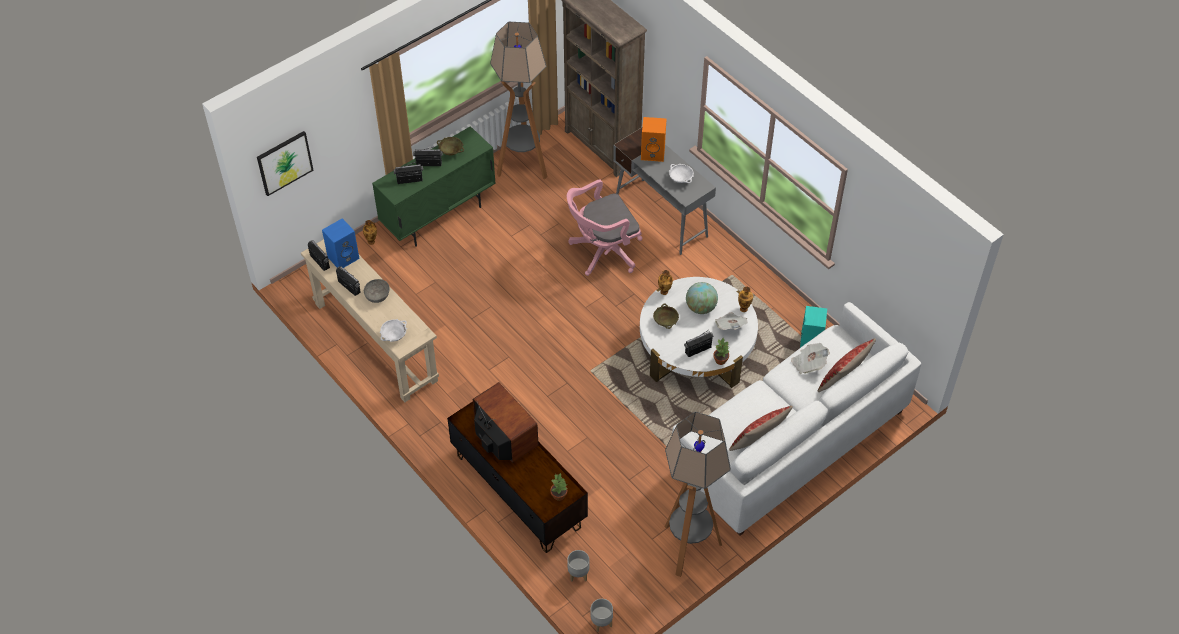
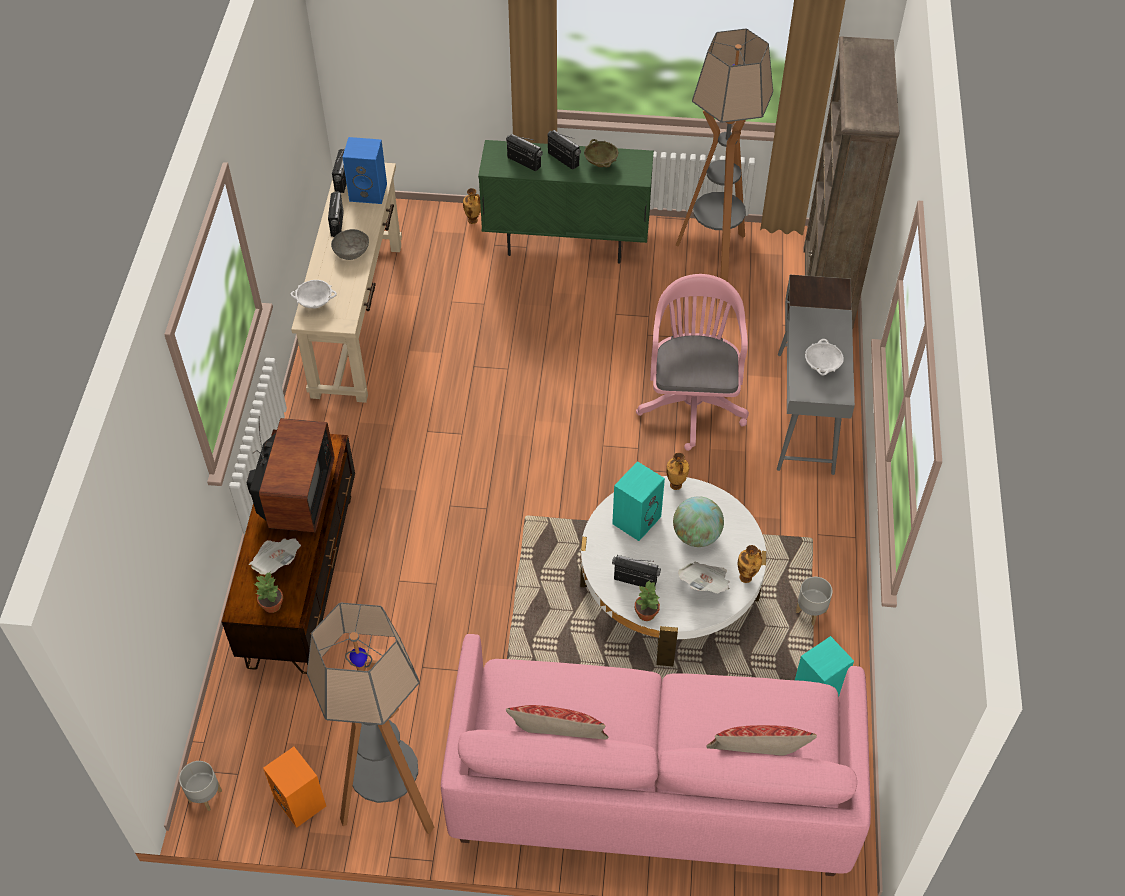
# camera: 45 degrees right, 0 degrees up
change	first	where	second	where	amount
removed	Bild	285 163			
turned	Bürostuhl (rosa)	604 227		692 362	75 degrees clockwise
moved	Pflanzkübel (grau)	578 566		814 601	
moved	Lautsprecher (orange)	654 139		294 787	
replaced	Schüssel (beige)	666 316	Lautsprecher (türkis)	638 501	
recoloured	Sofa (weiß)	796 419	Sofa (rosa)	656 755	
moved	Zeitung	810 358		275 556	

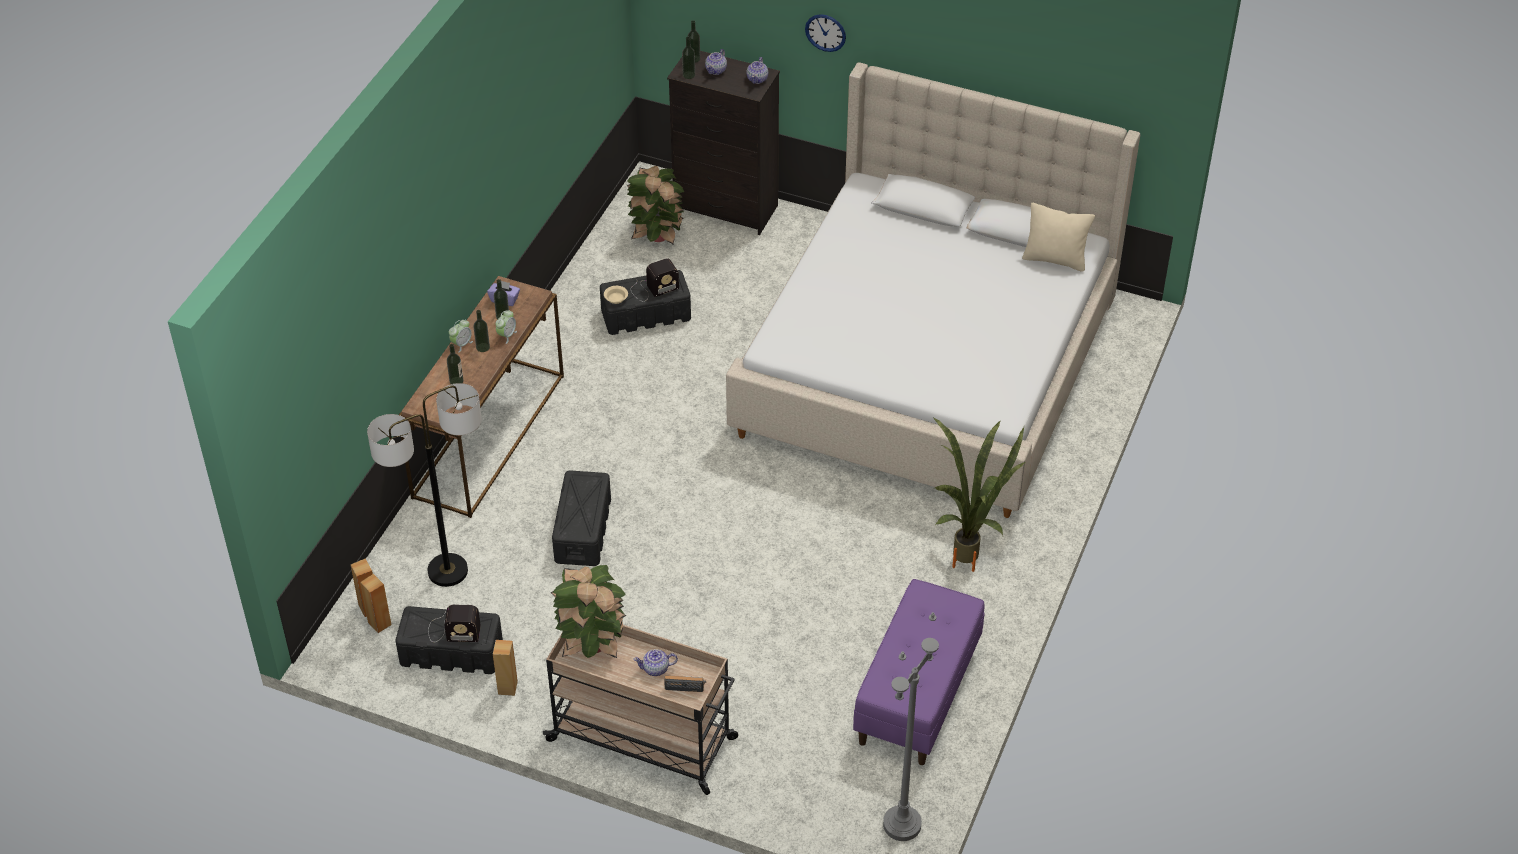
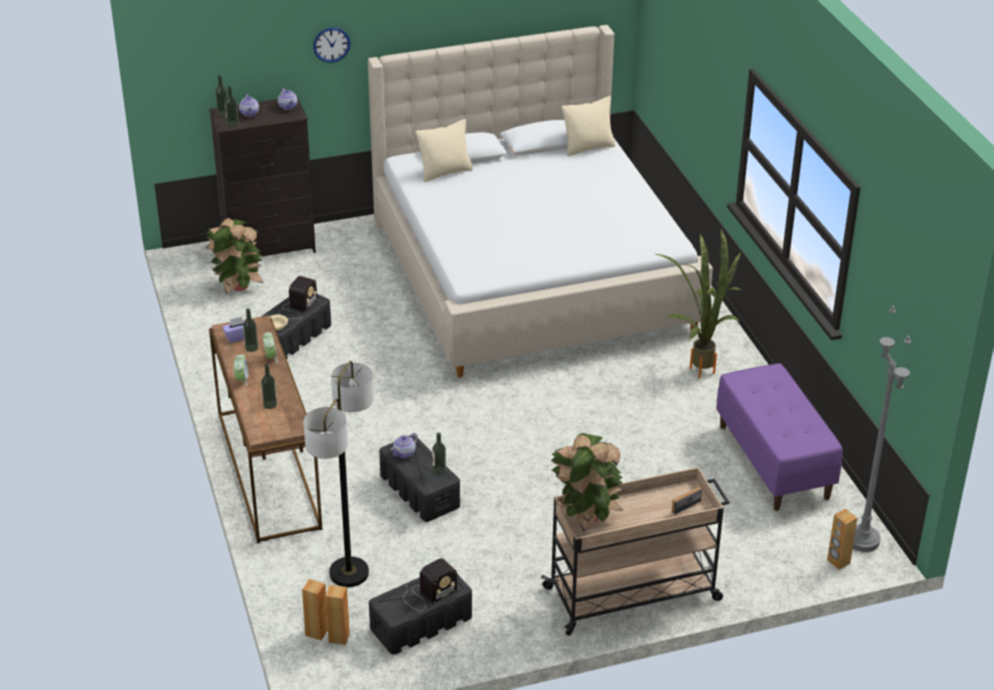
# camera: 40 degrees left, 10 degrees down
change	first	where	second	where	amount
moved	Flasche	481 331		439 453	
moved	Lautsprecher (braun)	505 668		842 539	
moved	Teekanne	655 662		404 445	
added			Kissen (beige)	444 150	

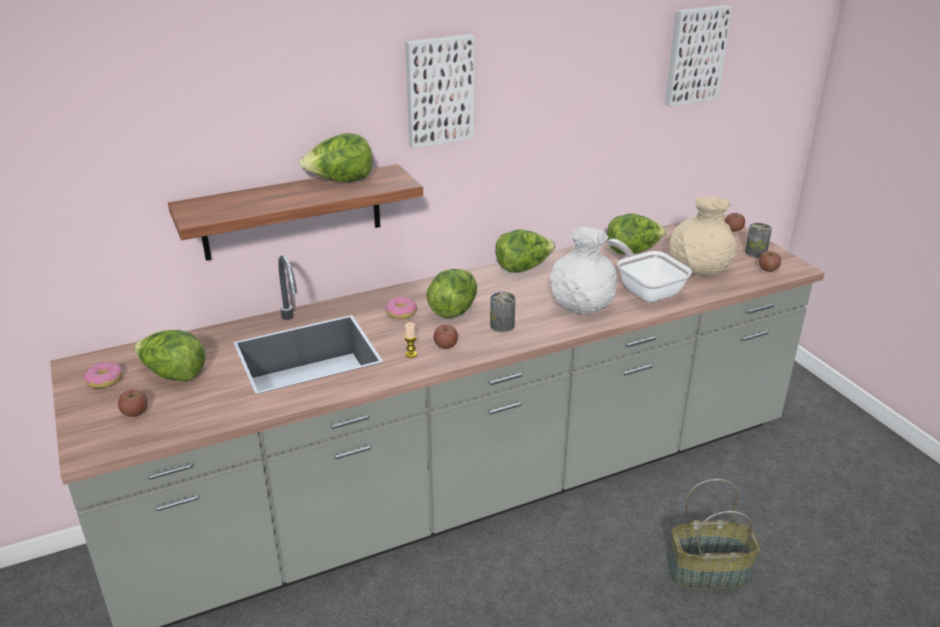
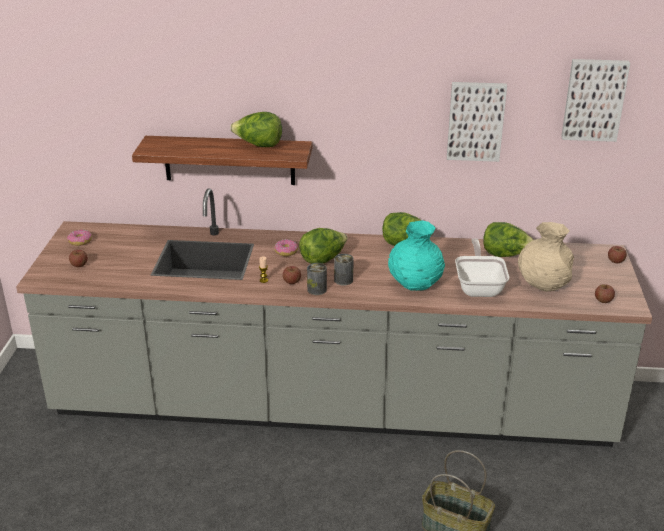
# camera: 30 degrees right, 0 degrees up
change	first	where	second	where	amount
removed	Salatkopf	169 356			
moved	Bild	440 91		477 122	
recoloured	Vase (weiß)	584 271	Vase (türkis)	416 255	
moved	Dose	758 240		317 279	

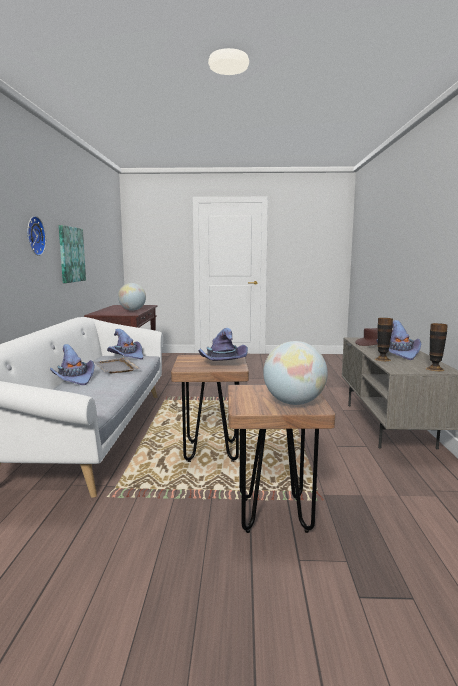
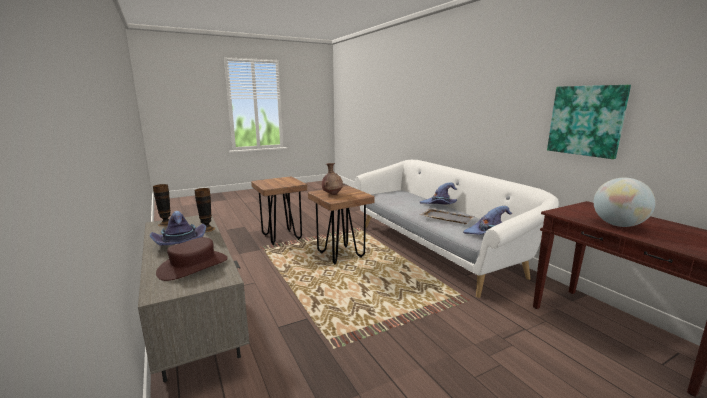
# camera: 150 degrees right, 5 degrees up
change	first	where	second	where	amount
removed	Wanduhr	36 236			
replaced	Hut (lila)	223 344	Vase (braun)	332 179	
removed	Globus	295 373			

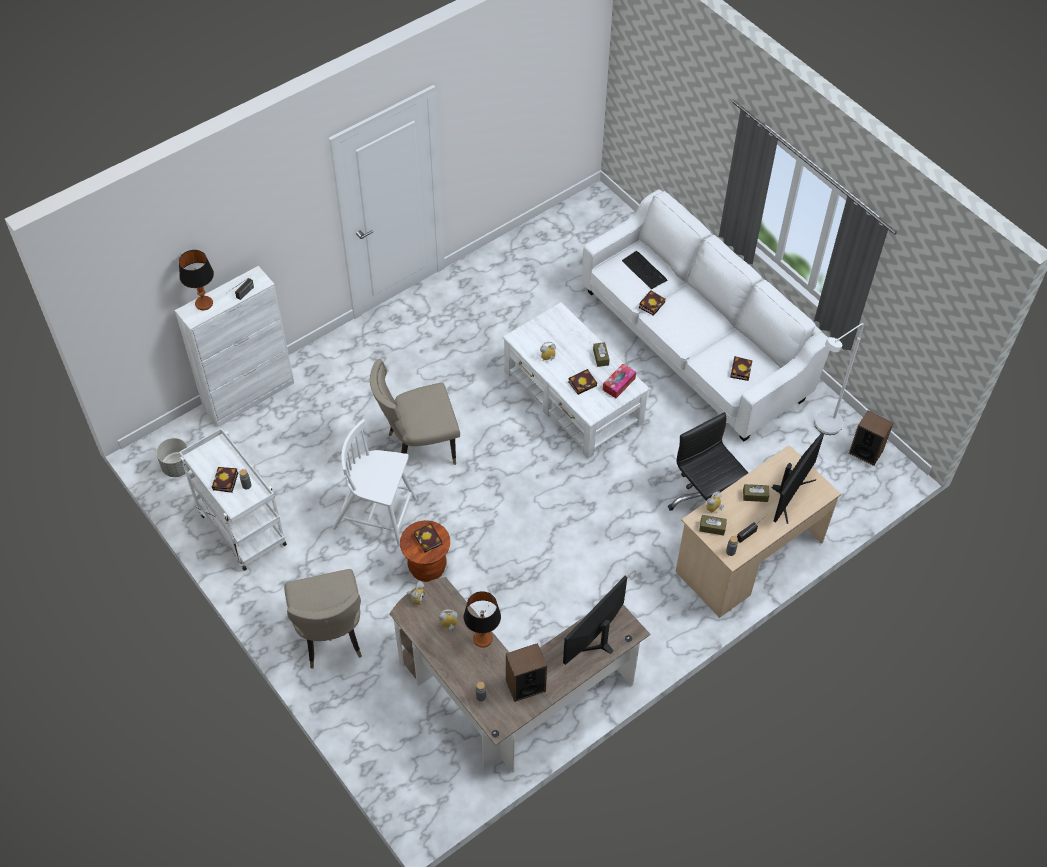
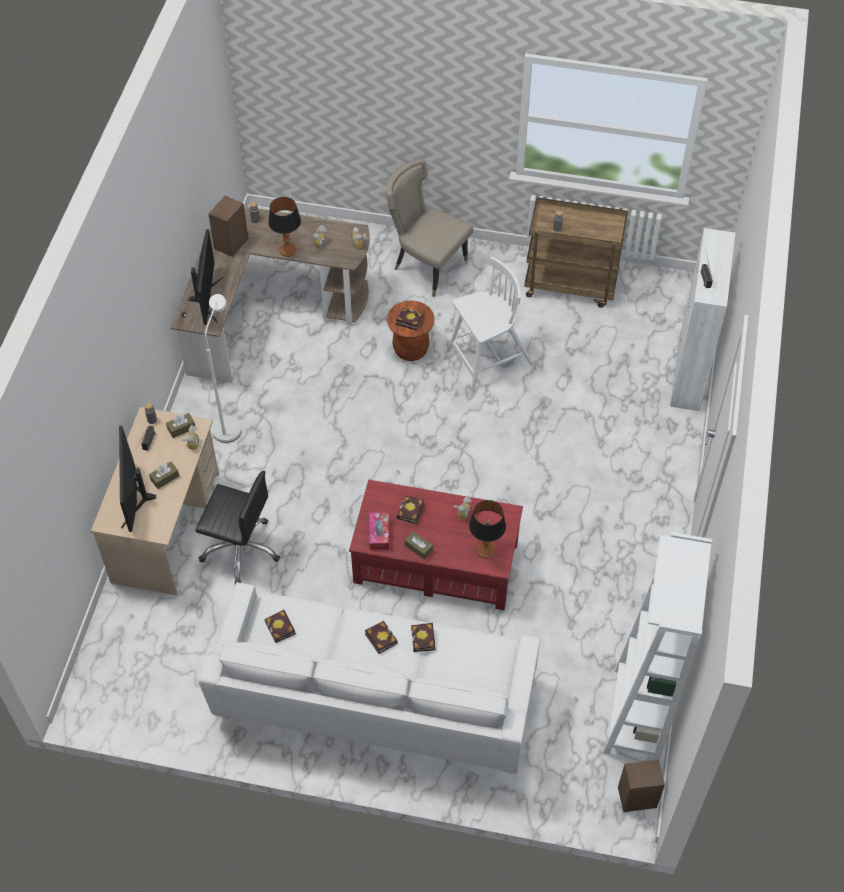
# camera: 140 degrees right, 0 degrees up
change	first	where	second	where	amount
removed	Pflanzkübel (grau)	173 457			
moved	Tischlampe	196 280		487 529	
recoloured	Rollwagen (weiß)	233 499	Rollwagen (braun)	576 252	
moved	Buch	225 480		381 637	
removed	Stuhl (beige)	415 412			
recoloured	Couchtisch (weiß)	576 380	Couchtisch (rot)	436 544	
removed	Tastatur	645 270			
moved	Stehlampe (weiß)	839 379		223 368	
moved	Lautsprecher	871 438		641 786	
added			Bücherregal (weiß)	657 646	

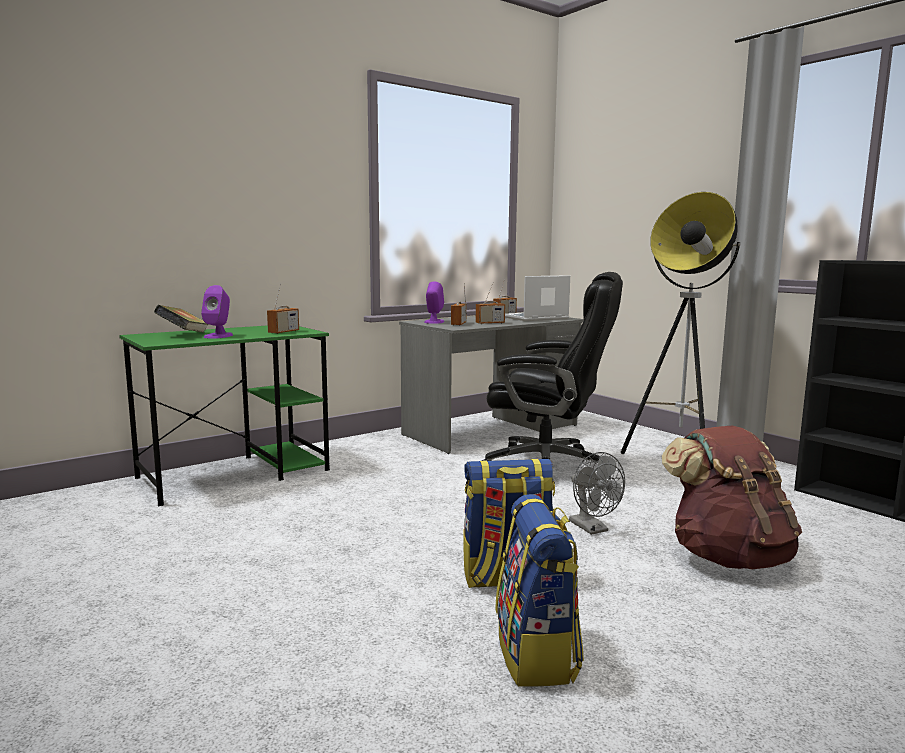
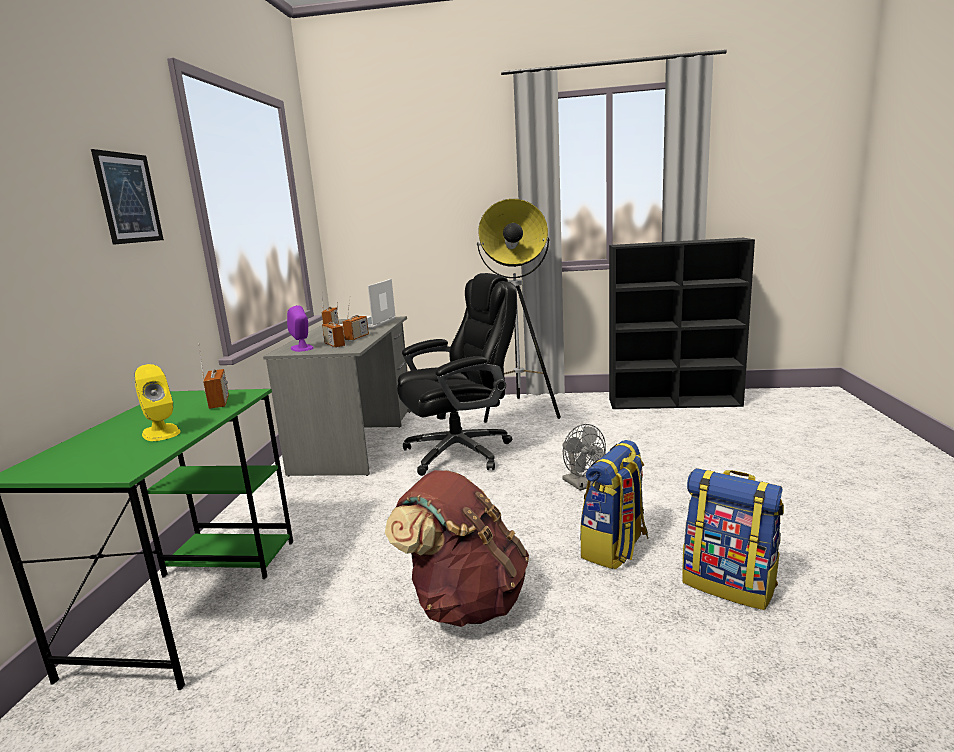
# camera: 45 degrees left, 5 degrees up
change	first	where	second	where	amount
removed	Buch	181 319			
recoloured	Lautsprecher (lila)	217 312	Lautsprecher (gelb)	157 402	
turned	Ventilator (grau)	597 493		584 457	45 degrees clockwise
moved	Rucksack (braun)	732 497		457 548	
added			Bild	127 197	

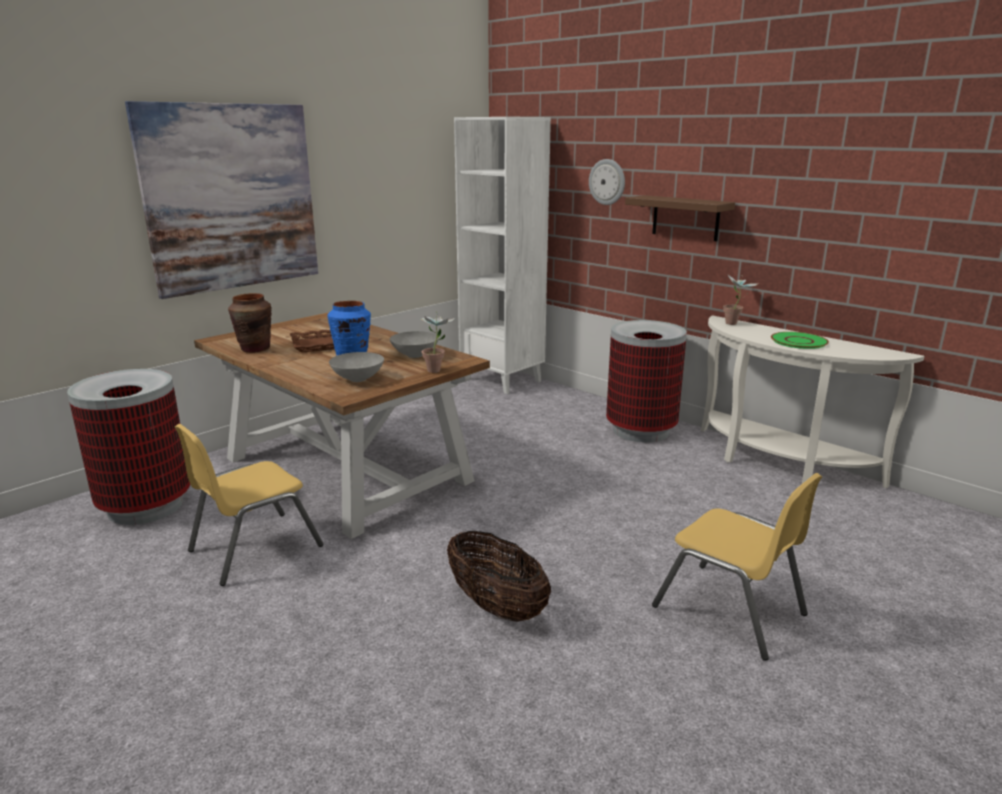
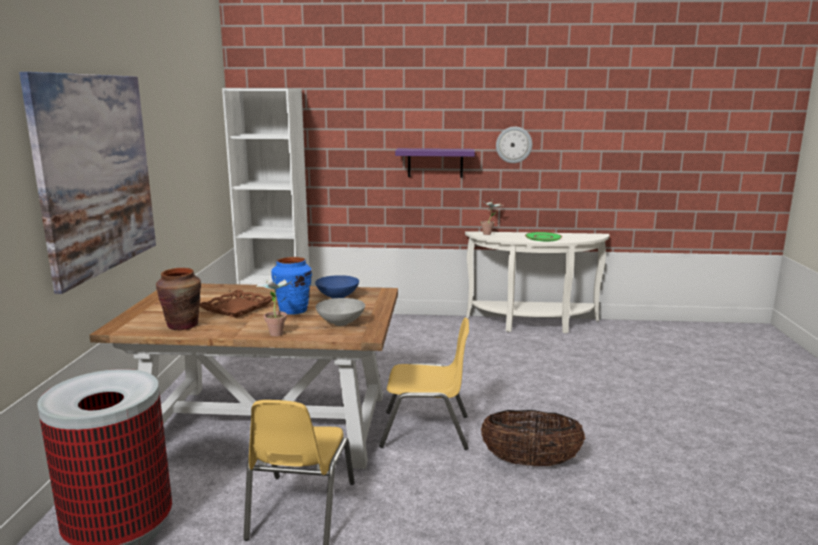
# camera: 40 degrees left, 5 degrees down
change	first	where	second	where	amount
recoloured	Schüssel (grau)	414 344	Schüssel (blau)	337 287	
moved	Topfpflanze	437 342		273 306	
moved	Wanduhr	607 182		514 145	
removed	Mülleimer	646 381			
recoloured	Wandregal (braun)	680 218	Wandregal (lila)	435 163	
moved	Stuhl (gelb)	737 567		424 383	

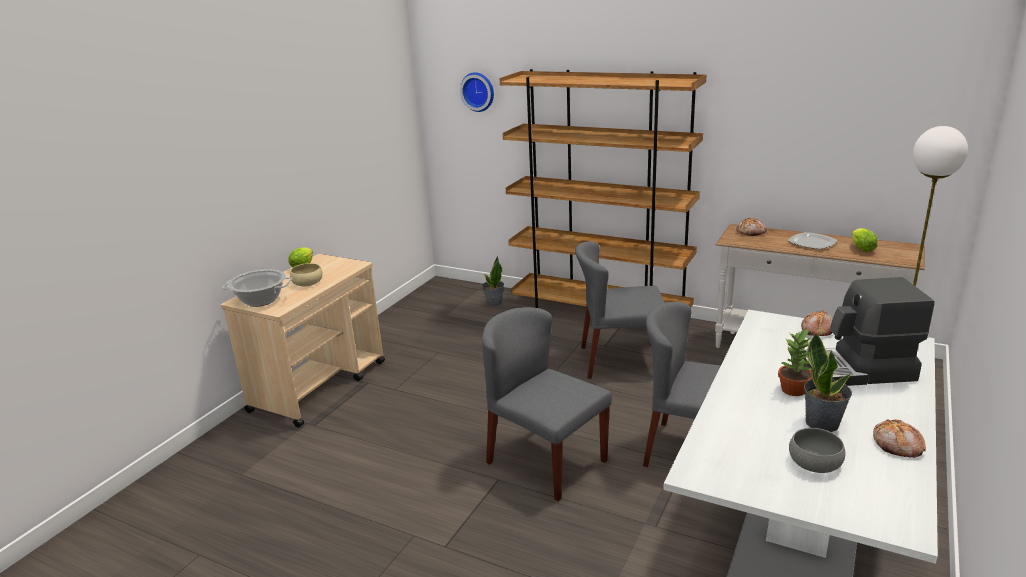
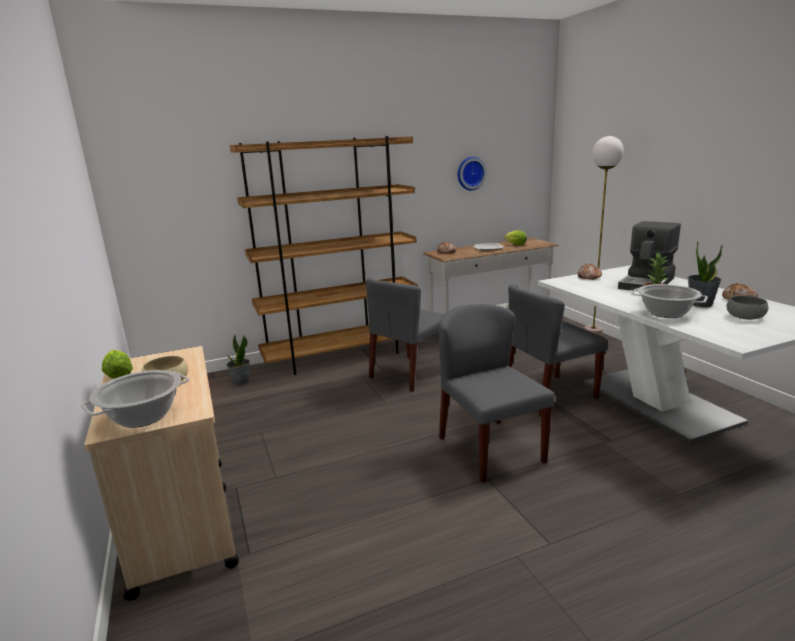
# camera: 50 degrees left, 5 degrees down
change	first	where	second	where	amount
moved	Wanduhr	477 92		472 173	
turned	Stuhl (grau)	547 404		497 393	75 degrees clockwise
added			Kochtopf	669 301	

